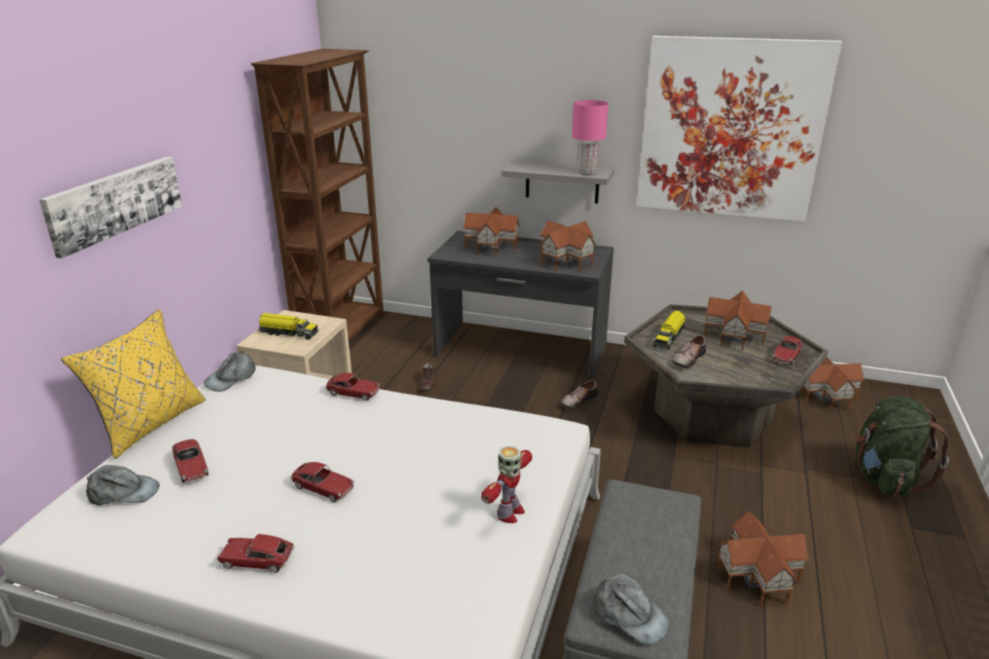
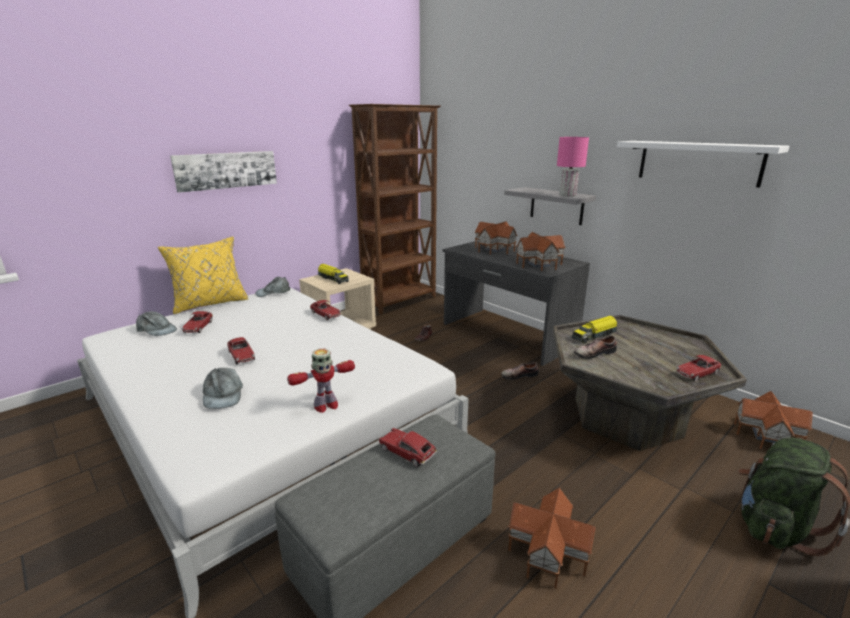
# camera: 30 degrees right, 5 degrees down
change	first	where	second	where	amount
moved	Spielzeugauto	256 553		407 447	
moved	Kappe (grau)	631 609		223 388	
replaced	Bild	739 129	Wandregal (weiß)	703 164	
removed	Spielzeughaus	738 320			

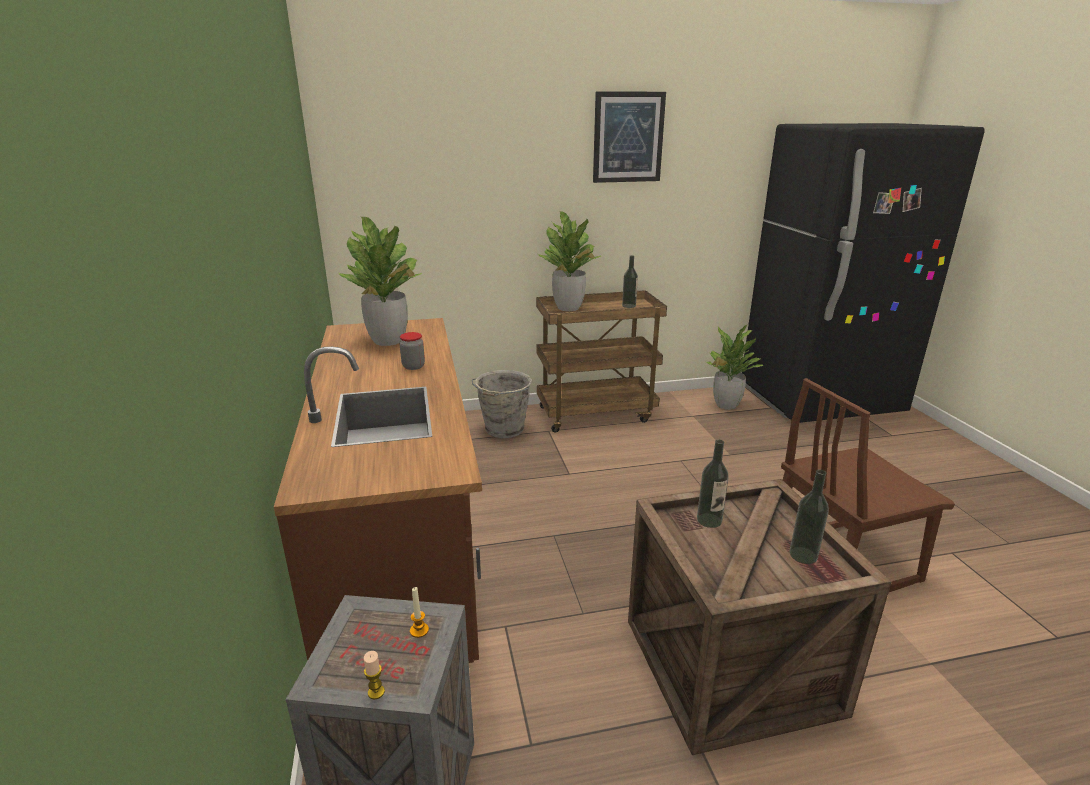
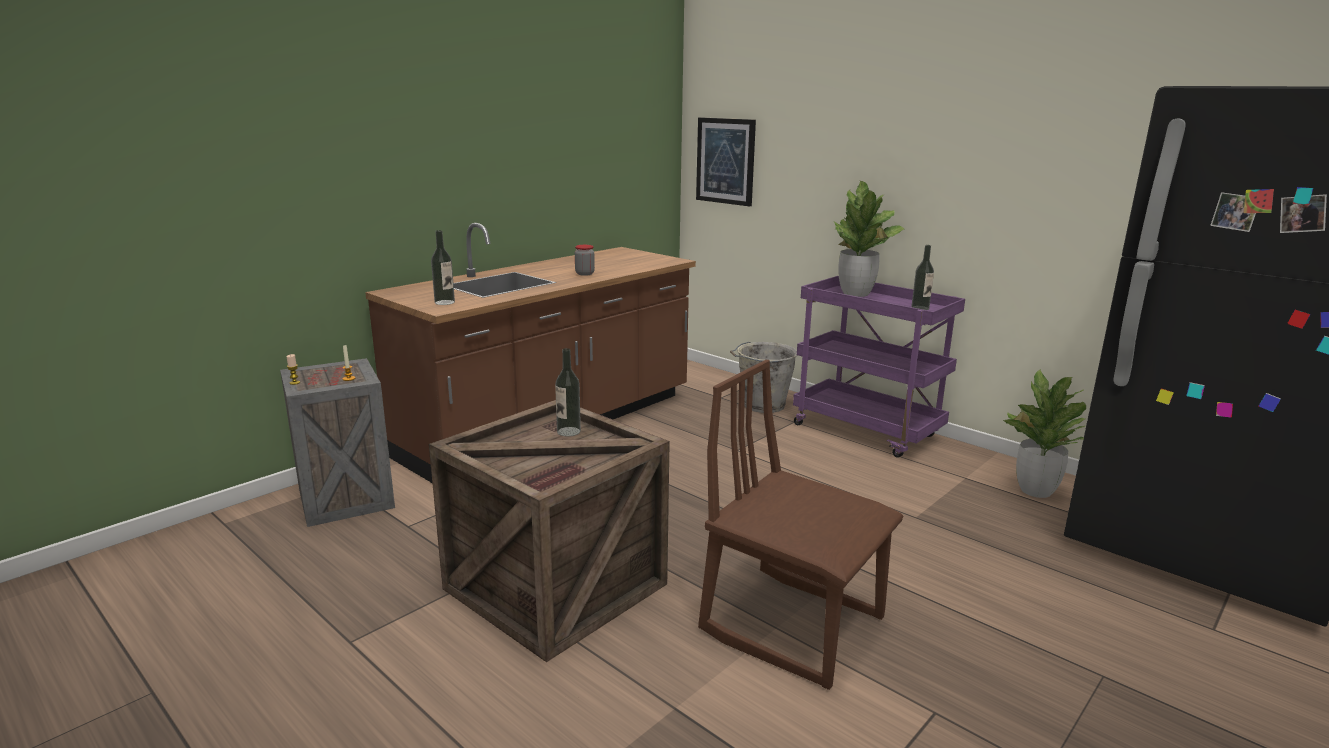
# camera: 55 degrees right, 5 degrees down
change	first	where	second	where	amount
removed	Topfpflanze	380 281			
recoloured	Rollwagen (braun)	601 361	Rollwagen (lila)	879 367	
moved	Bild	629 137		726 161	
moved	Flasche	809 516		443 267	

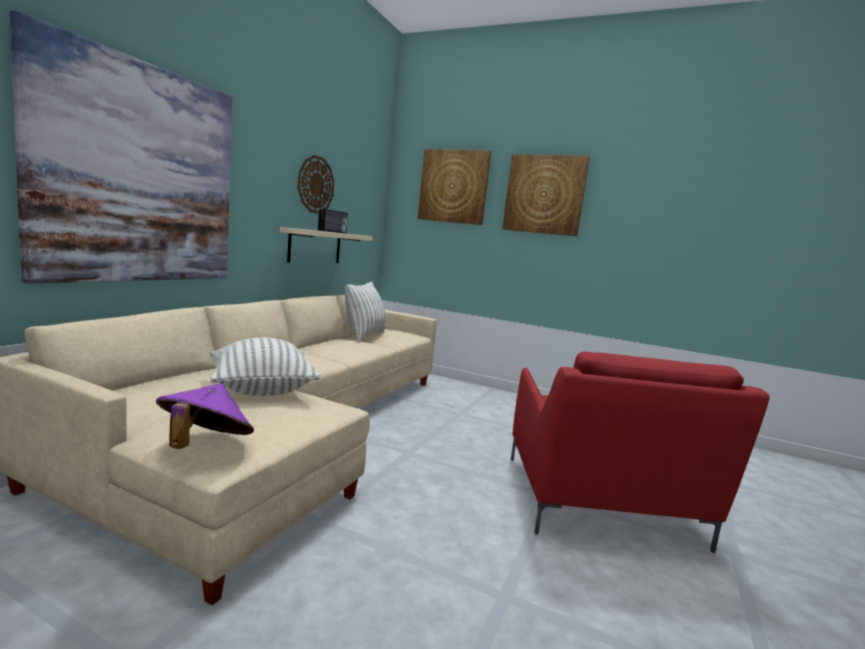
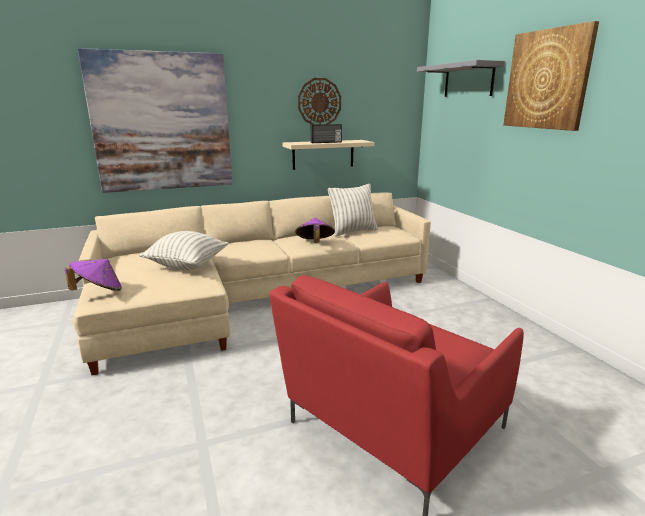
# camera: 45 degrees right, 10 degrees up
change	first	where	second	where	amount
replaced	Bild	454 187	Wandregal (grau)	461 78	
added			Hut (lila)	315 230	

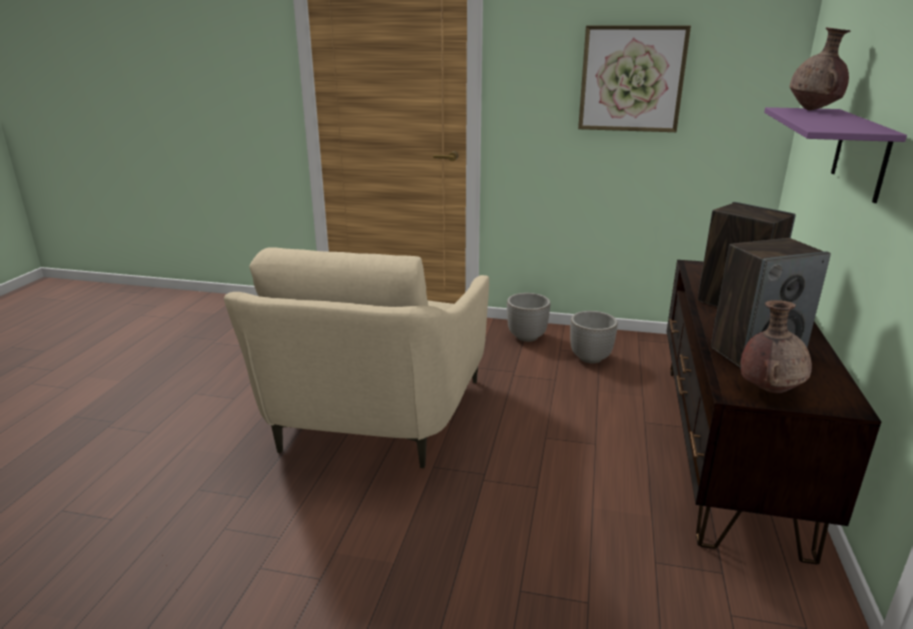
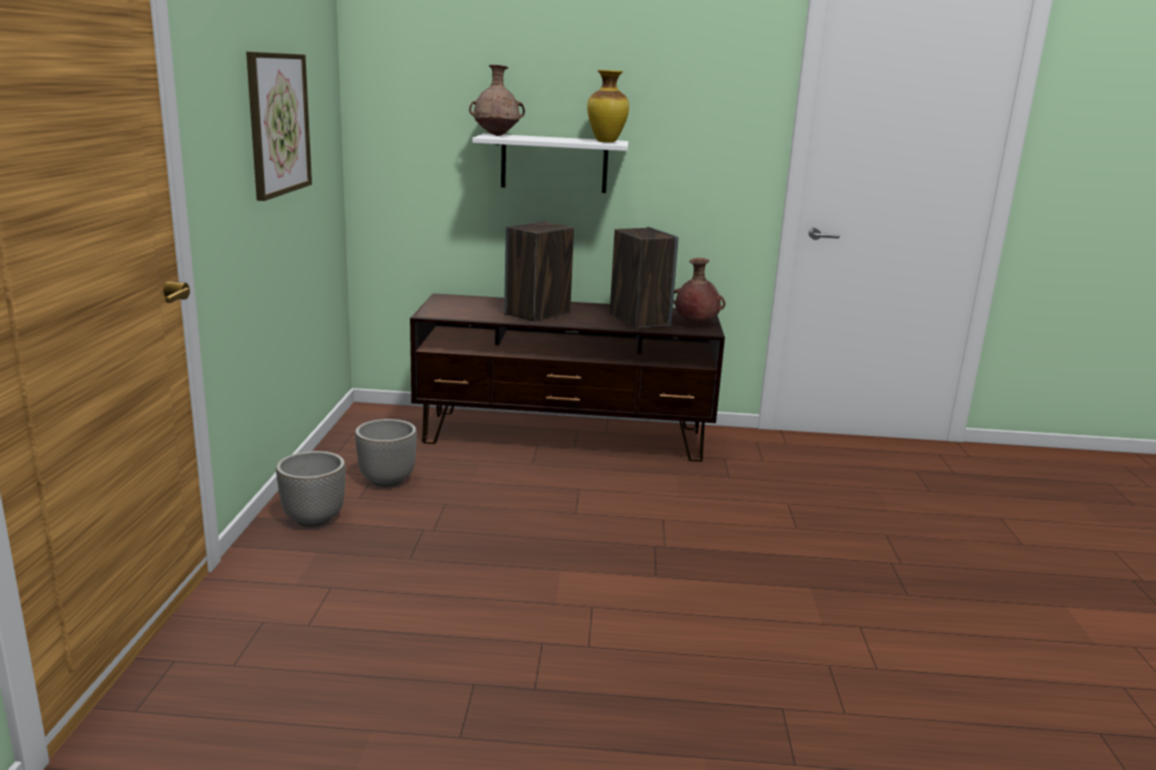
# camera: 100 degrees left, 5 degrees down
change	first	where	second	where	amount
removed	Sessel (beige)	356 357			
recoloured	Wandregal (lila)	835 155	Wandregal (weiß)	550 163	
added			Vase	608 106	

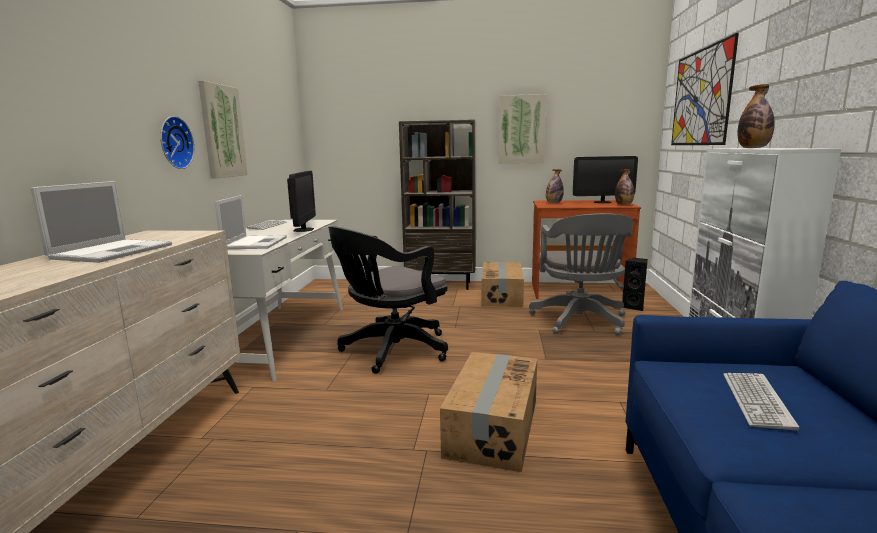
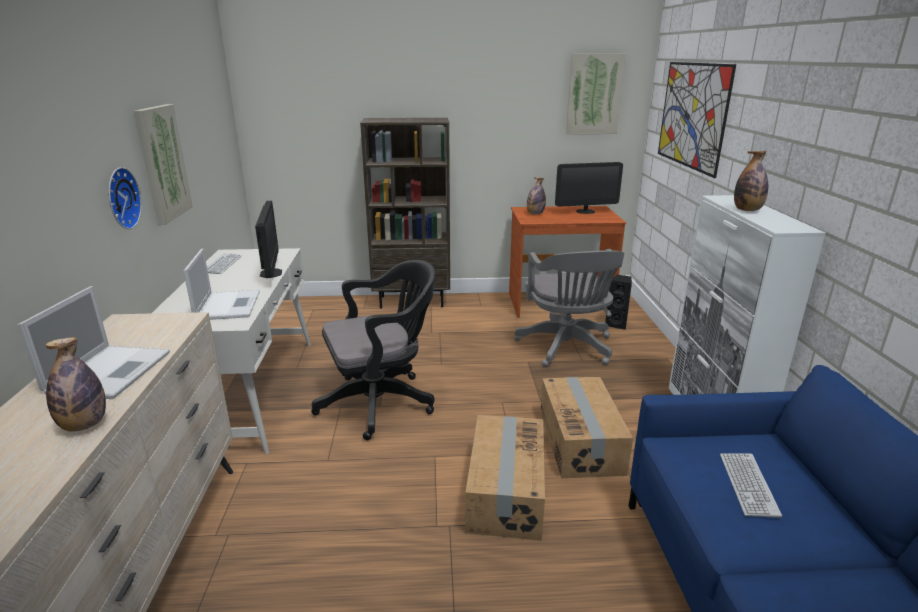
# camera: 10 degrees left, 10 degrees up
change	first	where	second	where	amount
turned	Bürostuhl (schwarz)	388 300		373 350	150 degrees counterclockwise
moved	Karton	503 284		586 427	
moved	Bild	522 129		595 94	
moved	Flasche	624 187		76 384	

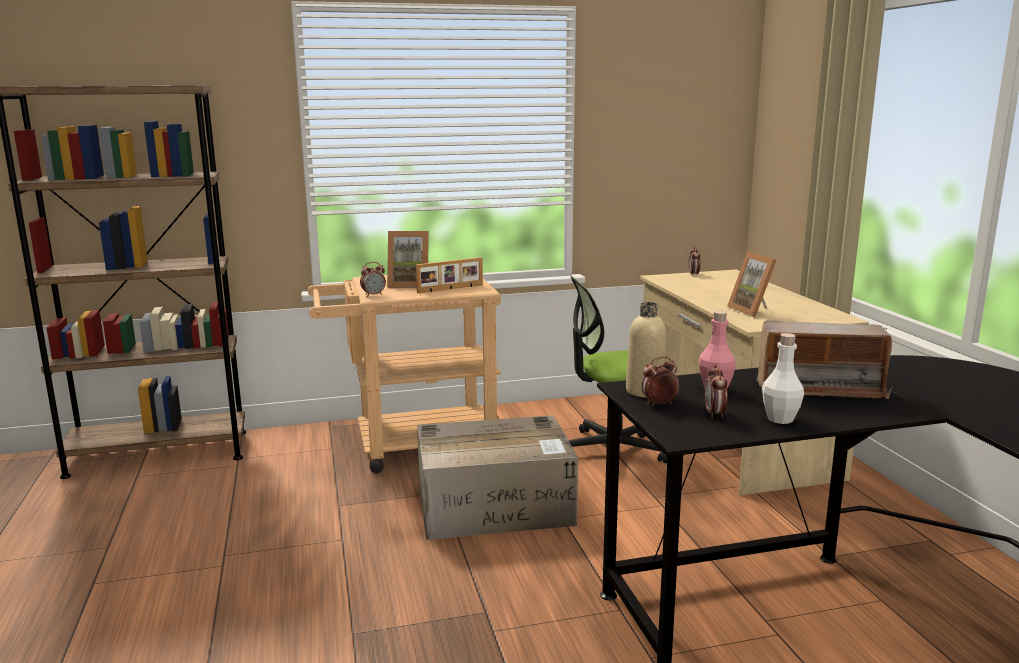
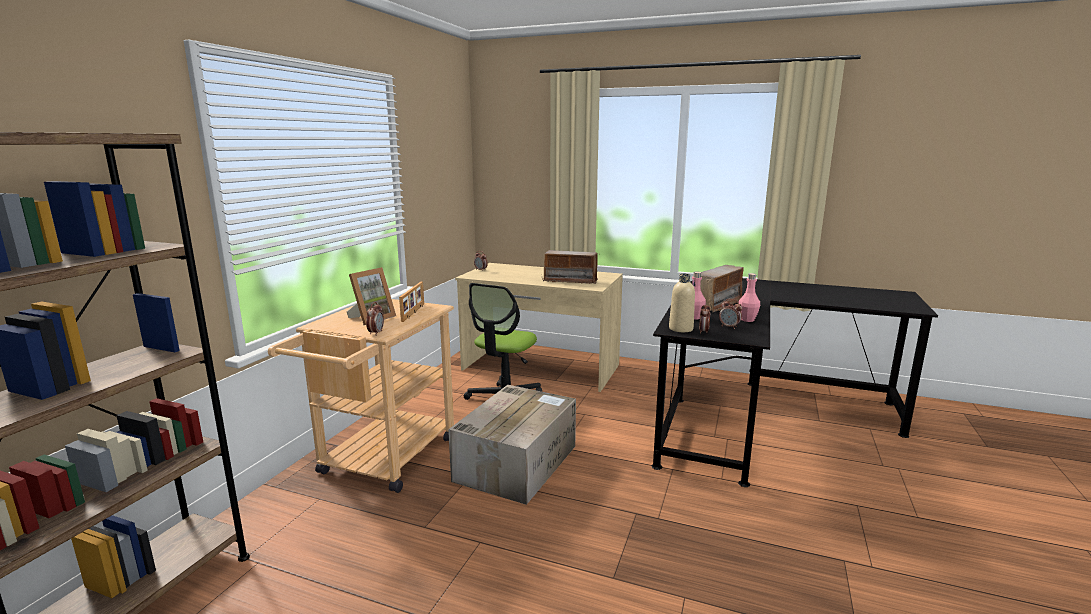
# camera: 55 degrees left, 0 degrees up
change	first	where	second	where	amount
replaced	Bilderrahmen	752 284	Radio	569 267	
recoloured	Flasche (weiß)	783 378	Flasche (rosa)	749 297	

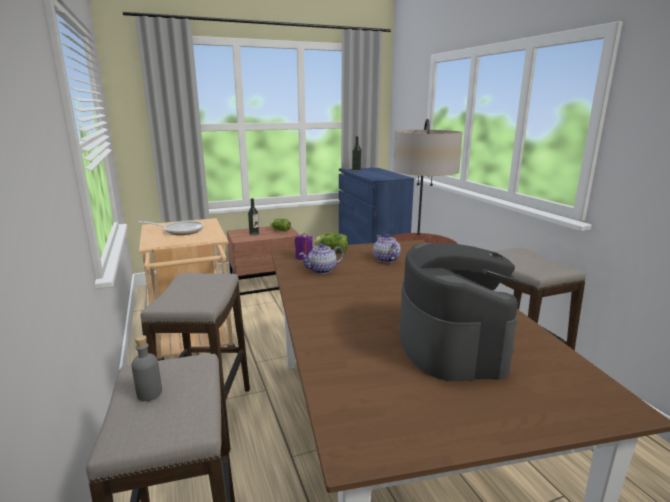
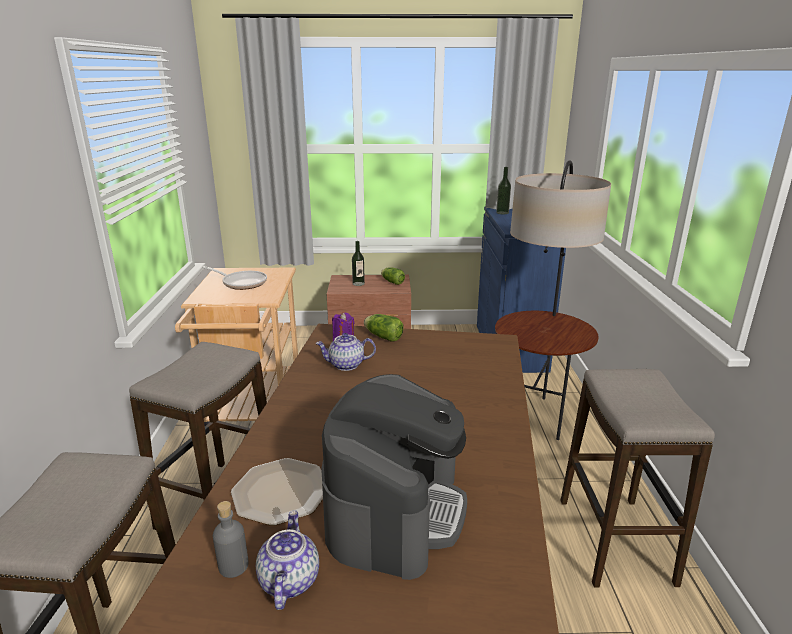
# camera: 20 degrees right, 5 degrees up
change	first	where	second	where	amount
moved	Flasche (grau)	146 368		231 539	
moved	Teekanne	387 248		287 560	
added			Teller	277 492	

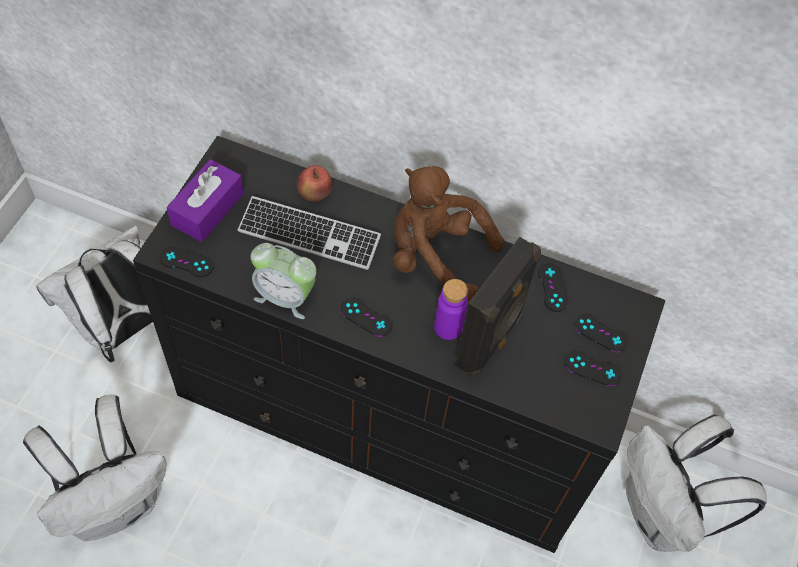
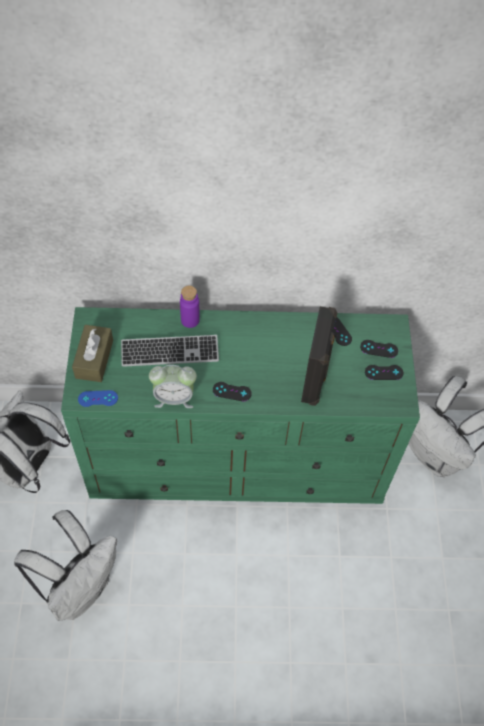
# camera: 20 degrees left, 0 degrees up
change	first	where	second	where	amount
recoloured	Kommode (schwarz)	399 344	Kommode (grün)	240 405	
recoloured	Gamepad (schwarz)	187 261	Gamepad (blau)	98 398	
recoloured	Taschentuchbox (lila)	205 200	Taschentuchbox (braun)	92 353	
removed	Apfel	314 183			
removed	Plüschtier (braun)	449 234			
moved	Flasche (lila)	451 309		190 307	

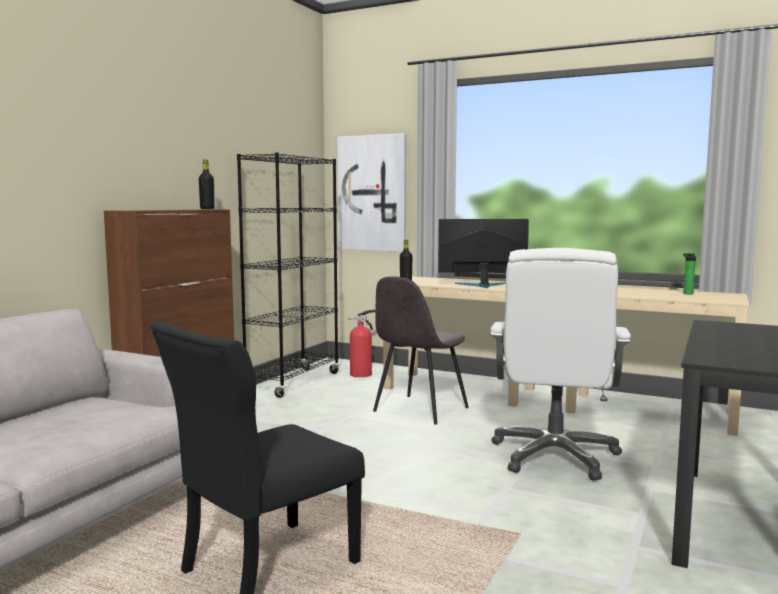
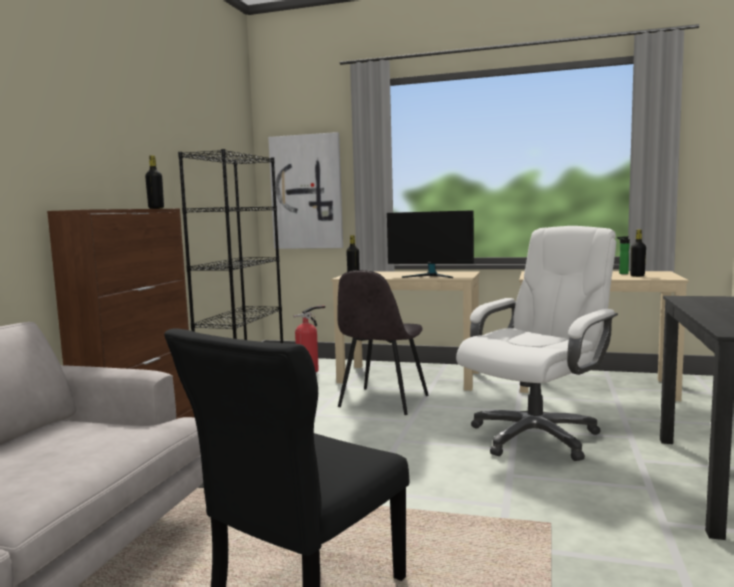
# camera: 10 degrees left, 0 degrees up
change	first	where	second	where	amount
turned	Monitor	483 253		430 244	150 degrees counterclockwise
turned	Bürostuhl (weiß)	560 364		537 343	135 degrees counterclockwise
added			Flasche (schwarz)	638 253	

